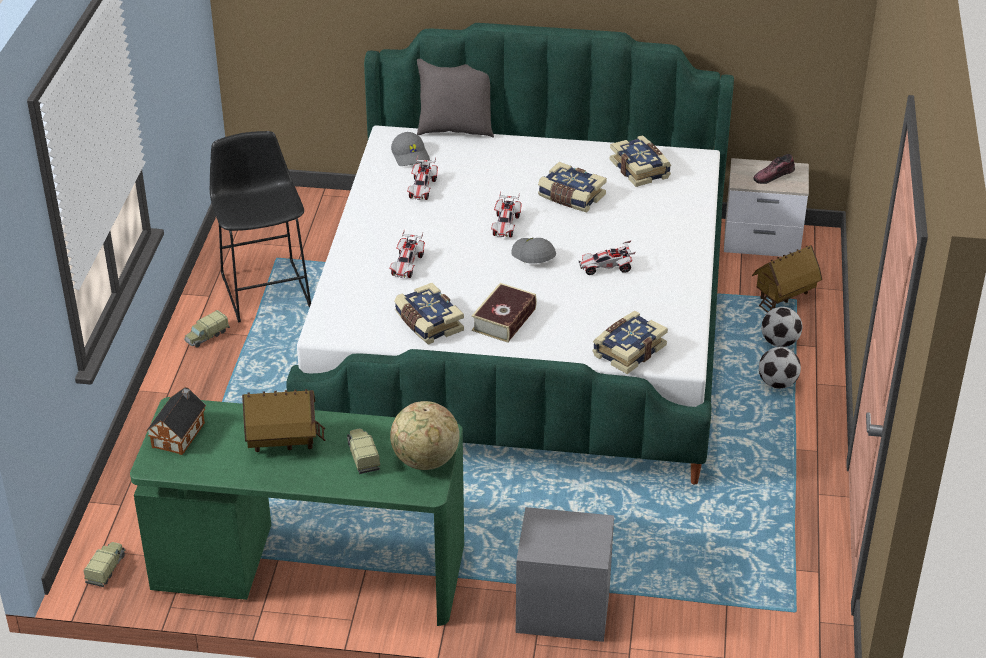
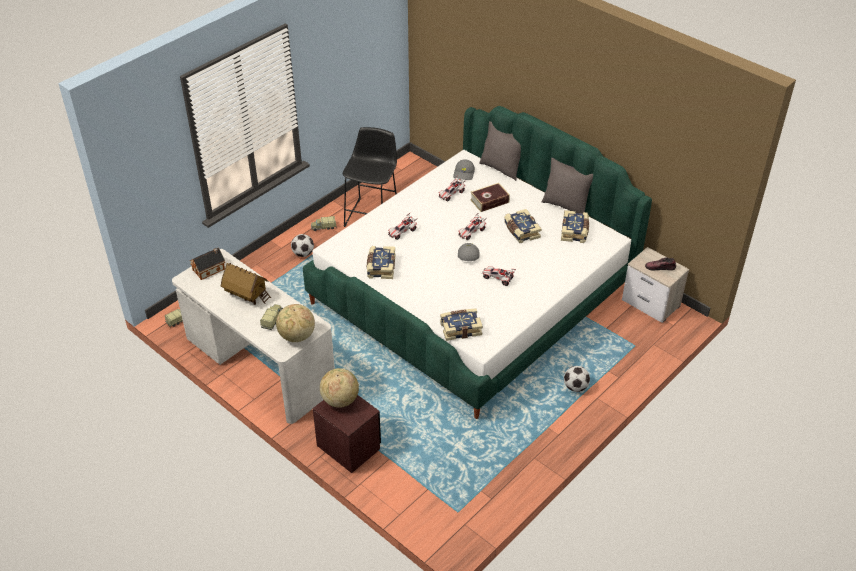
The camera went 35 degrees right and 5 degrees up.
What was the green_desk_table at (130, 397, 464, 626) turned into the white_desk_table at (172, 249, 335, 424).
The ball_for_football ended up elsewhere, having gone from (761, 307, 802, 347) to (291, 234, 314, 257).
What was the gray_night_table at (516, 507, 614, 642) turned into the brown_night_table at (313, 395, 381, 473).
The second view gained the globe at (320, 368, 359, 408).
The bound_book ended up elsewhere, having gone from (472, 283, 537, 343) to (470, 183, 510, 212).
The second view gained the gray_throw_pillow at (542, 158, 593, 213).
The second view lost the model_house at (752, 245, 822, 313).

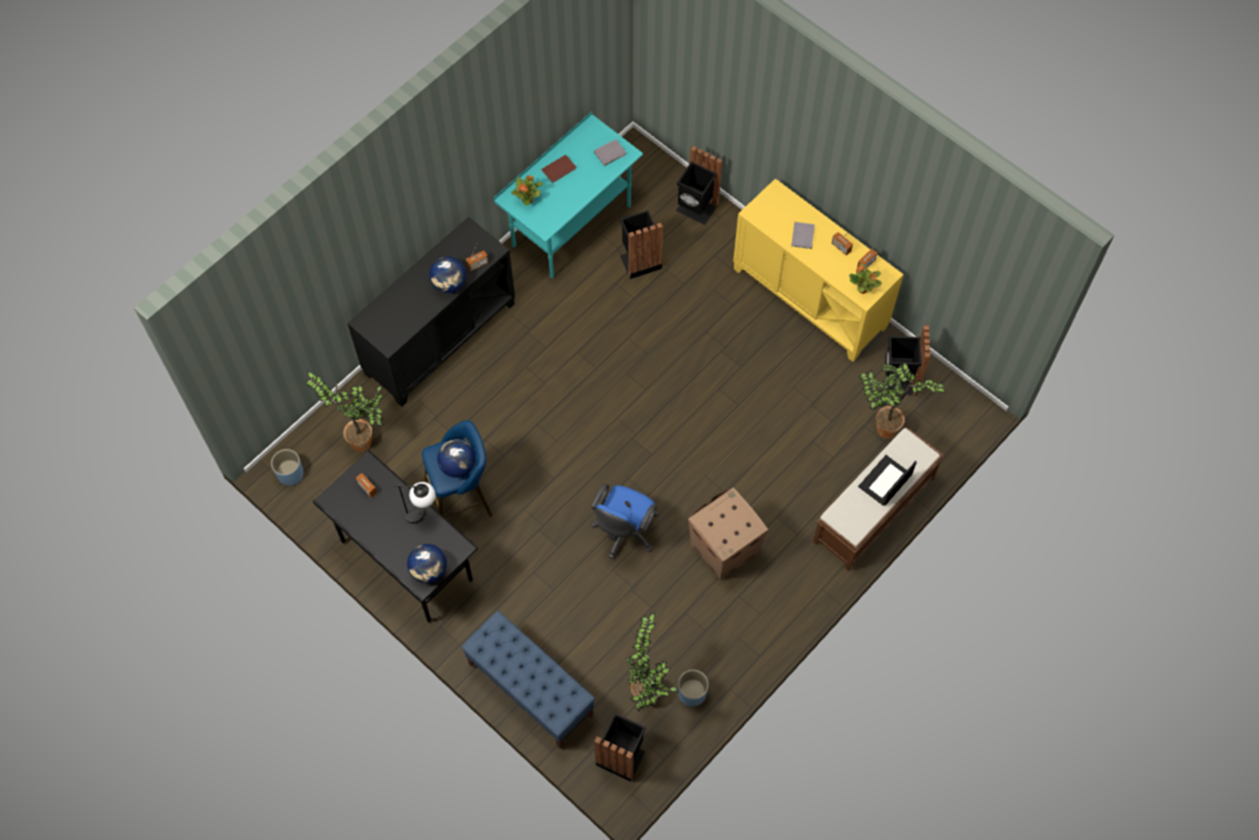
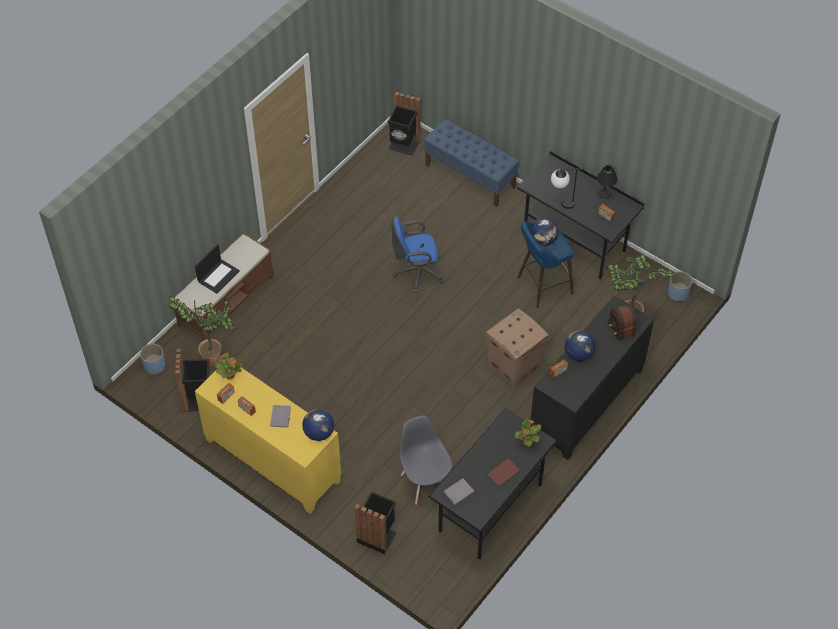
The camera went 175 degrees right and 10 degrees down.
The bluish_flower_pot ended up elsewhere, having gone from (678, 670, 709, 707) to (140, 344, 165, 374).
The globe ended up elsewhere, having gone from (407, 544, 447, 583) to (302, 409, 334, 441).
The bluish_computer_chair at (591, 483, 659, 559) ended up facing another way, 120 degrees counterclockwise from before.
Where the black-coloured_trash_can stood at (620, 210, 663, 279), the gray_plain_chair came to stand at (400, 416, 452, 505).
What was the turquoise-coloured_desk_table at (494, 112, 643, 279) turned into the black-coloured_desk_table at (429, 408, 558, 560).
The carton ended up elsewhere, having gone from (688, 488, 768, 580) to (486, 309, 549, 386).
The second view gained the black-coloured_lamp_for_a_table at (597, 165, 618, 199).
The second view gained the radio at (608, 304, 647, 341).
The second view lost the houseplant at (626, 612, 678, 711).

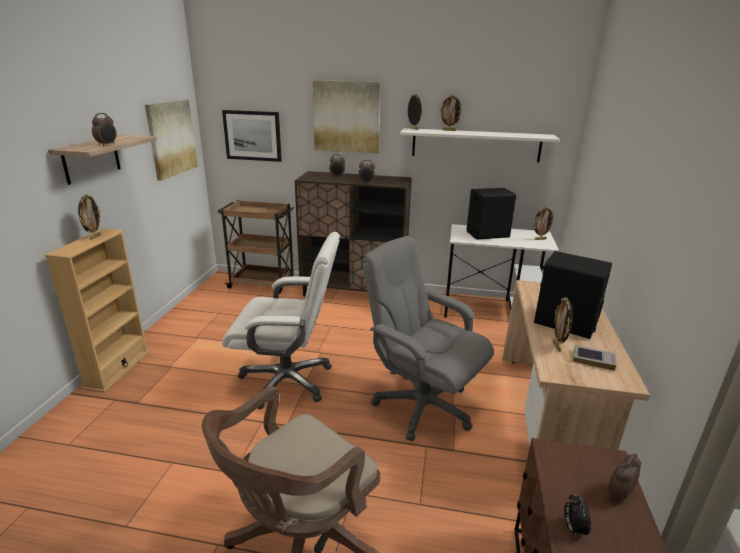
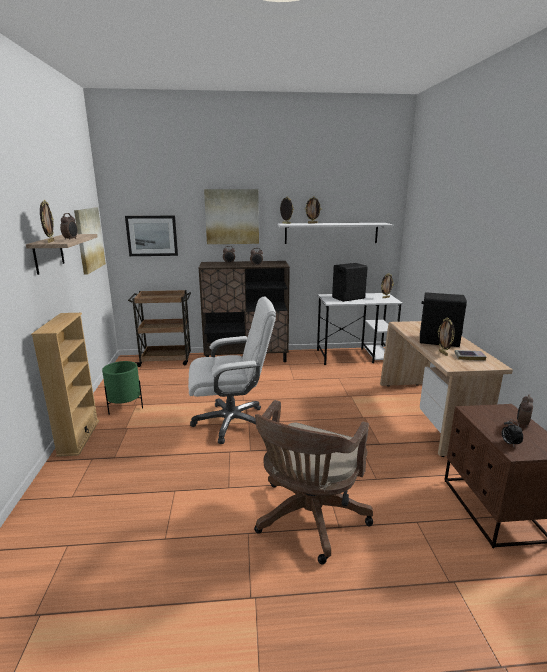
The camera went 15 degrees left and 5 degrees down.
The photo_frame ended up elsewhere, having gone from (78, 194, 101, 240) to (40, 200, 54, 243).
The second view gained the green_flower_pot at (102, 361, 143, 415).
The second view lost the gray_computer_chair at (363, 236, 494, 441).

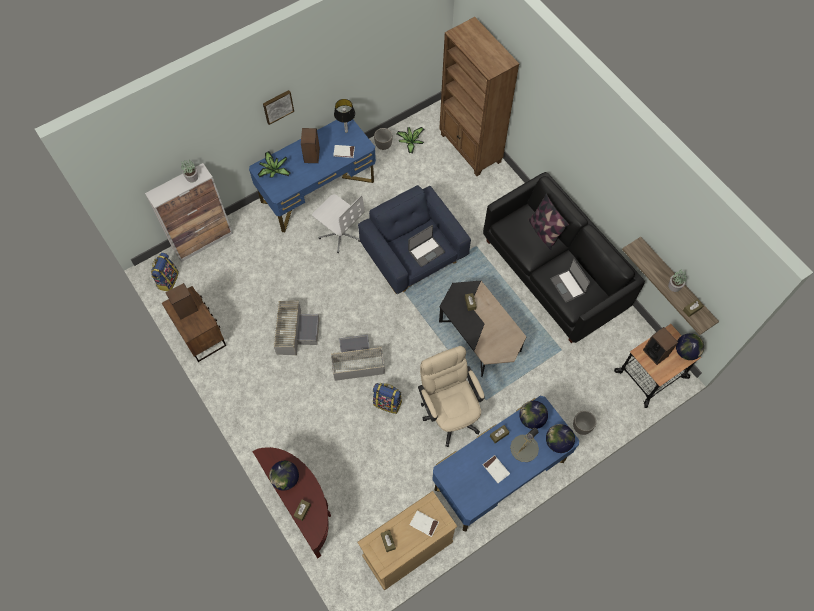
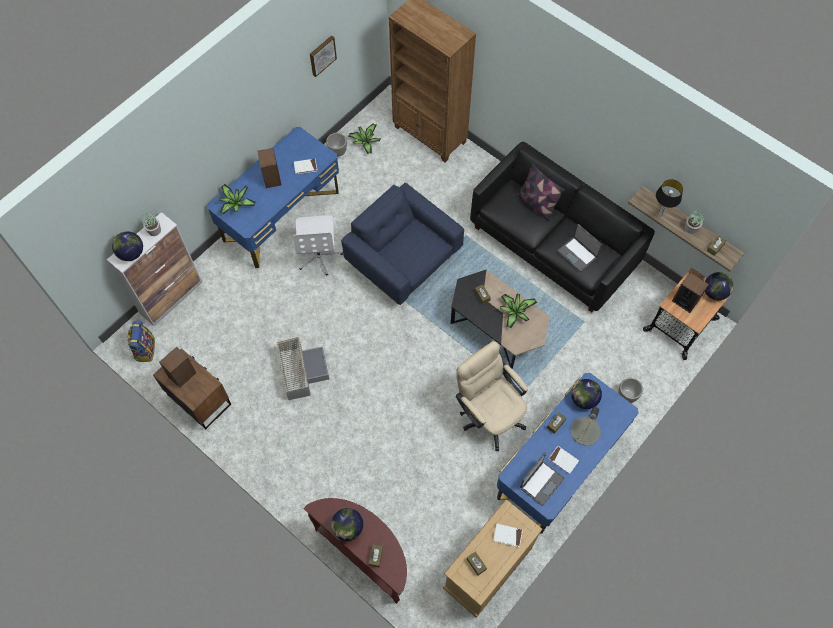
The camera went 15 degrees left and 0 degrees up.
The globe ended up elsewhere, having gone from (546, 424, 575, 453) to (112, 231, 143, 261).
The white_computer_chair at (312, 194, 365, 253) ended up facing another way, 60 degrees clockwise from before.
The wall_picture ended up elsewhere, having gone from (263, 90, 294, 125) to (310, 35, 337, 77).
The second view gained the houseplant at (500, 294, 537, 328).
The portable_computer ended up elsewhere, having gone from (408, 225, 445, 267) to (520, 452, 565, 506).
The lamp_for_a_table ended up elsewhere, having gone from (334, 99, 355, 133) to (656, 179, 683, 216).
The second view lost the gray_storage_bin at (331, 335, 385, 381).
The second view lost the knapsack at (373, 383, 402, 414).

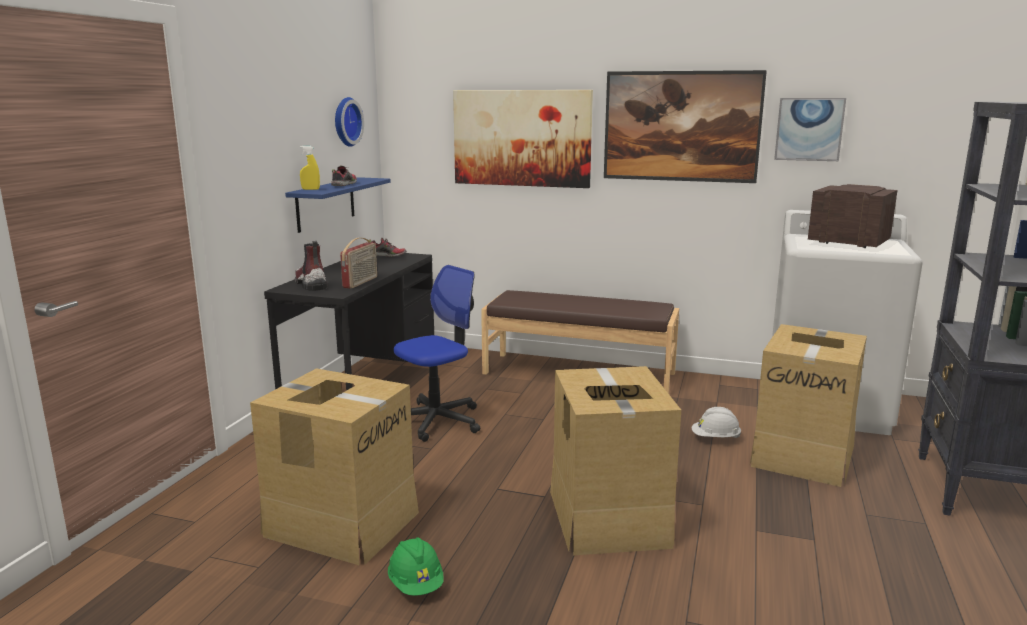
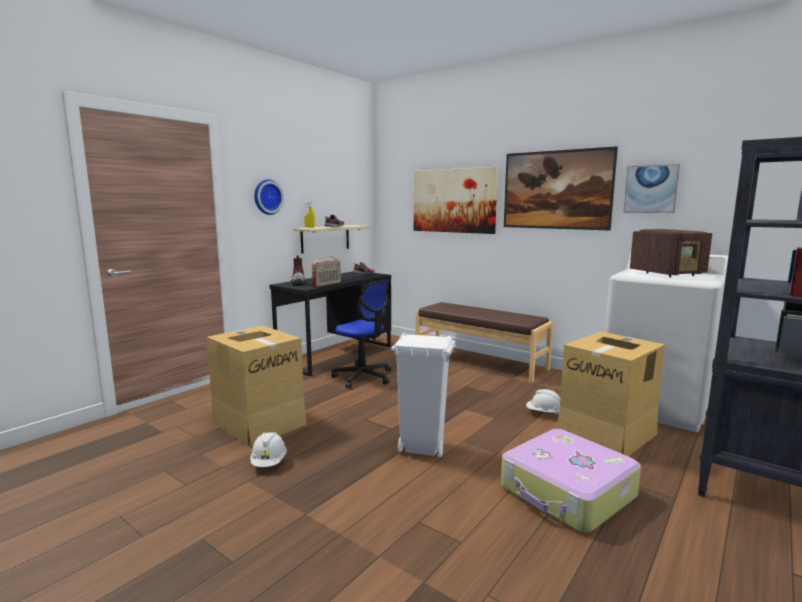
The camera went 20 degrees right and 5 degrees down.
What was the green_hard_hat at (388, 537, 443, 596) turned into the white_hard_hat at (250, 432, 287, 467).
The hanging_clock ended up elsewhere, having gone from (335, 97, 364, 147) to (254, 179, 284, 215).
What was the bluish_wall_shelf at (285, 177, 391, 233) turned into the beige-coloured_wall_shelf at (293, 225, 370, 253).
The computer_chair at (393, 265, 480, 442) ended up facing another way, 60 degrees clockwise from before.
Where the carton stood at (550, 366, 681, 555), the white_trash_can came to stand at (391, 333, 455, 458).
The second view gained the travel_case at (501, 429, 641, 533).
The radio at (808, 184, 898, 248) ended up facing another way, 105 degrees clockwise from before.

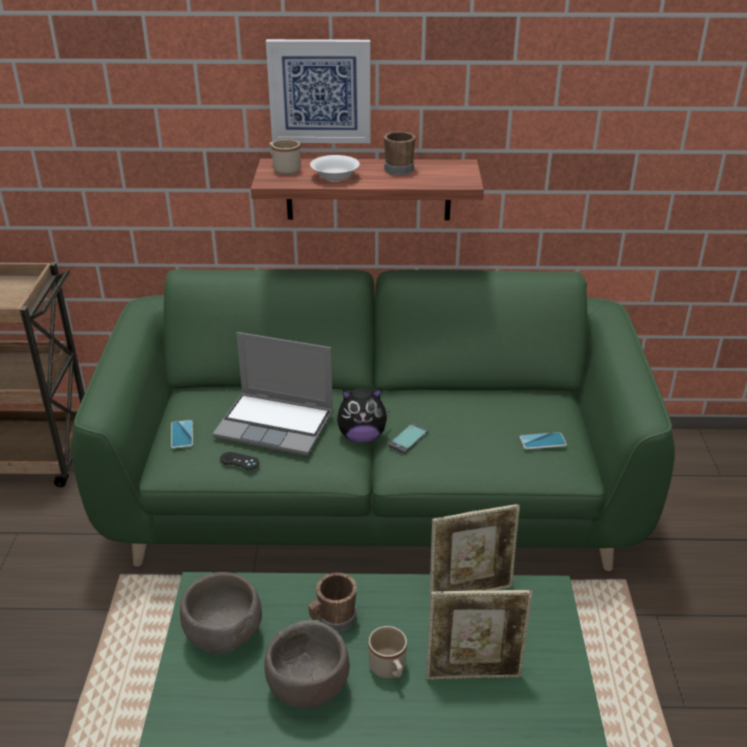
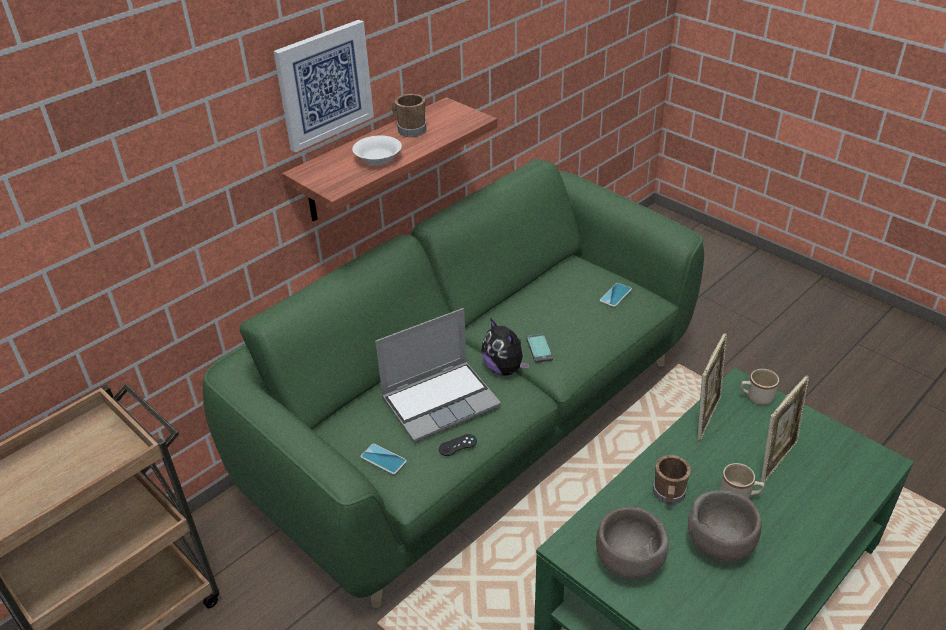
The camera went 45 degrees left and 5 degrees up.
The soft_toy at (337, 388, 390, 442) ended up facing another way, 105 degrees clockwise from before.
The beige-coloured_mug ended up elsewhere, having gone from (269, 139, 301, 175) to (740, 369, 779, 405).

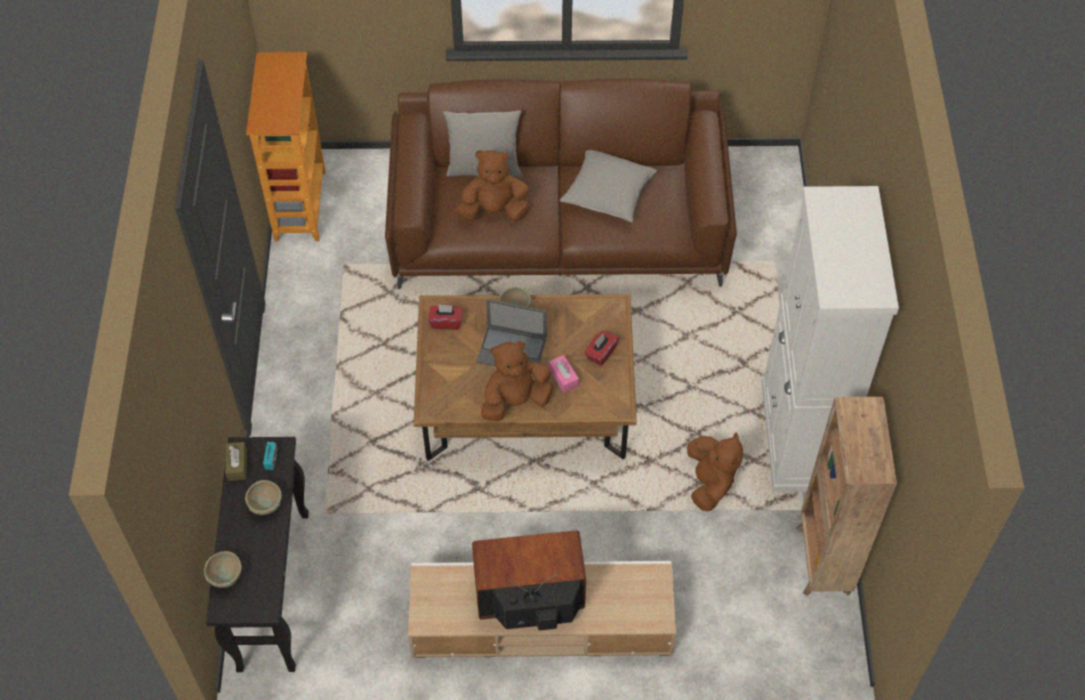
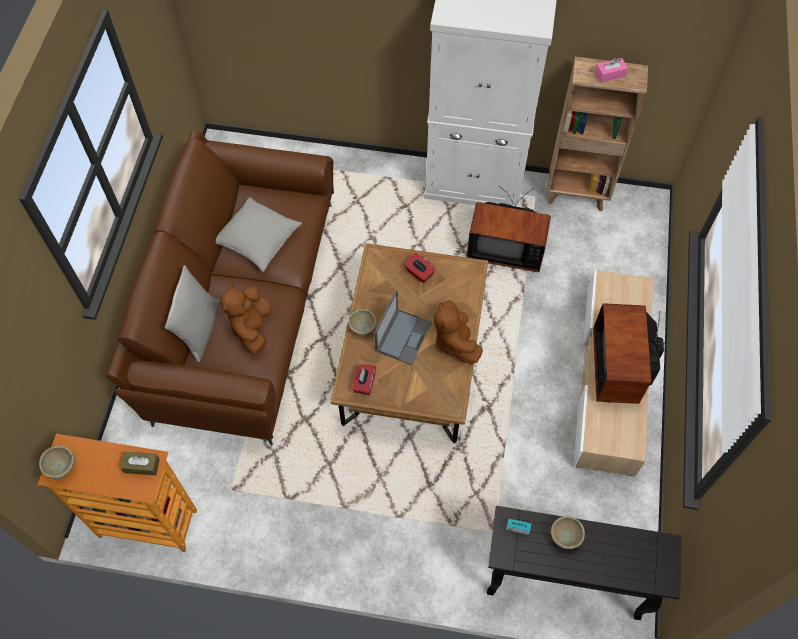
The camera went 80 degrees left and 5 degrees up.
The beige-coloured_deep_dish ended up elsewhere, having gone from (204, 551, 242, 588) to (39, 446, 75, 480).
The brown_box_of_tissues ended up elsewhere, having gone from (225, 442, 247, 481) to (120, 452, 160, 475).
Where the brown_soft_toy stood at (687, 432, 743, 511), the TV_set came to stand at (467, 186, 551, 272).
The pink-coloured_box_of_tissues ended up elsewhere, having gone from (549, 355, 579, 393) to (595, 58, 628, 83).

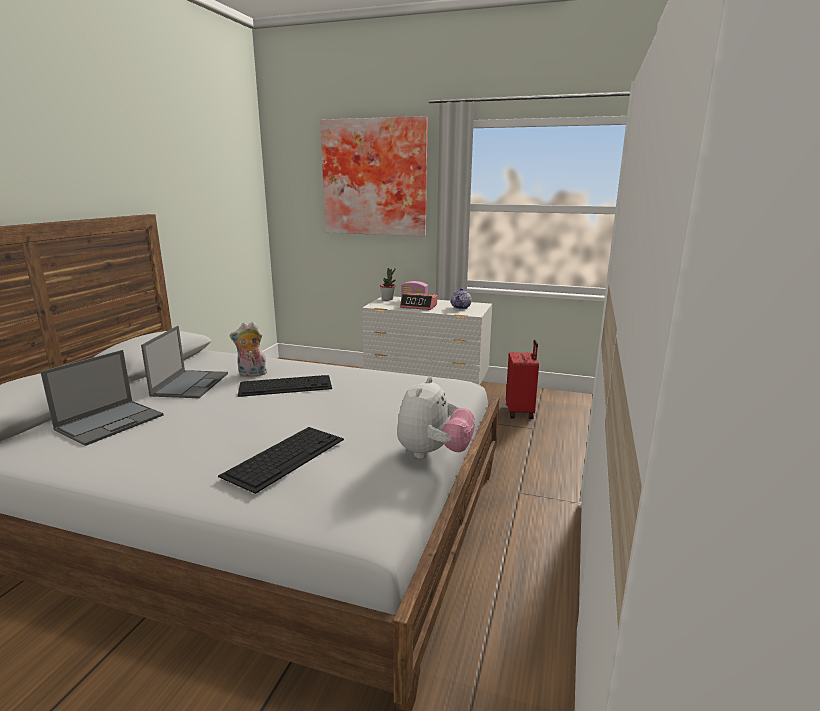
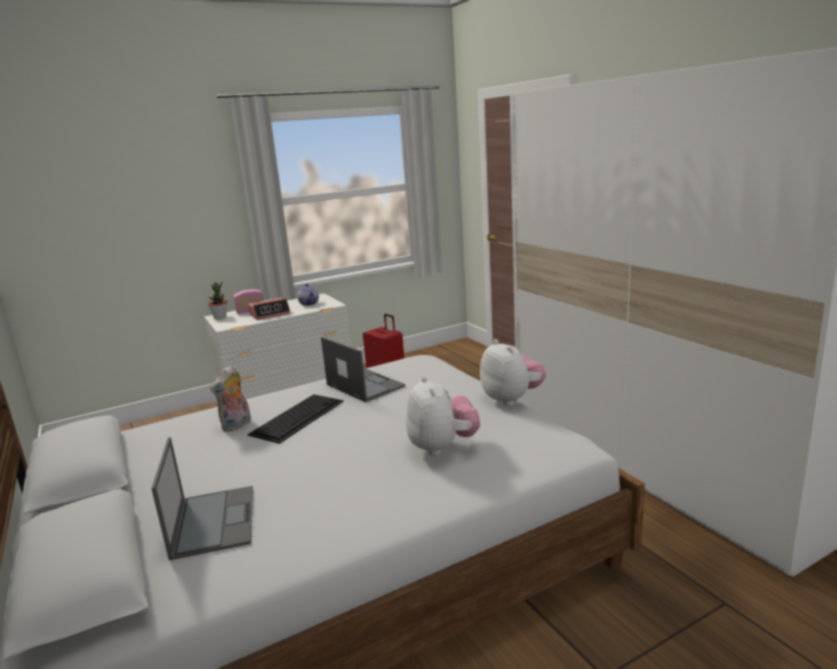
The camera went 45 degrees left and 0 degrees up.
The portable_computer ended up elsewhere, having gone from (141, 326, 228, 398) to (321, 337, 405, 402).
Where the computer_keyboard stood at (218, 427, 344, 494), the soft_toy came to stand at (406, 376, 480, 456).
The second view lost the wall_picture at (320, 116, 428, 236).

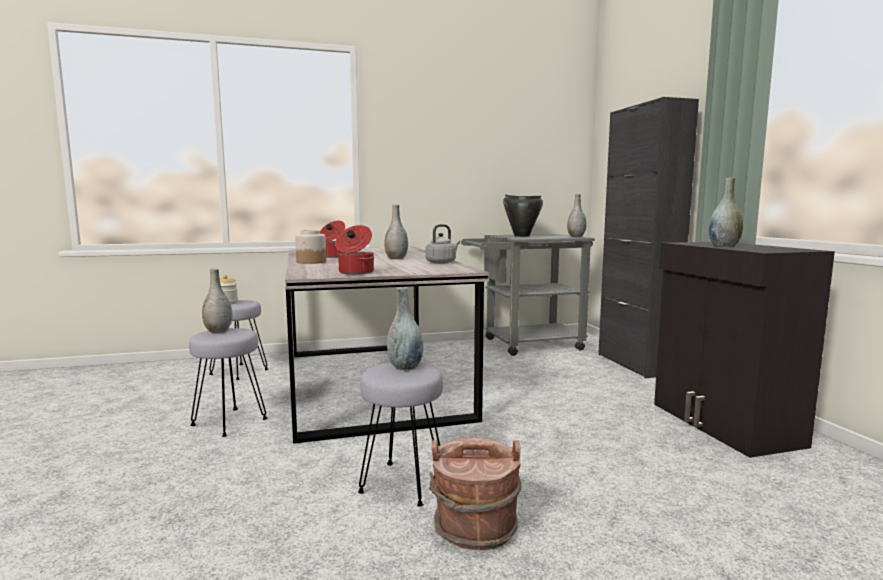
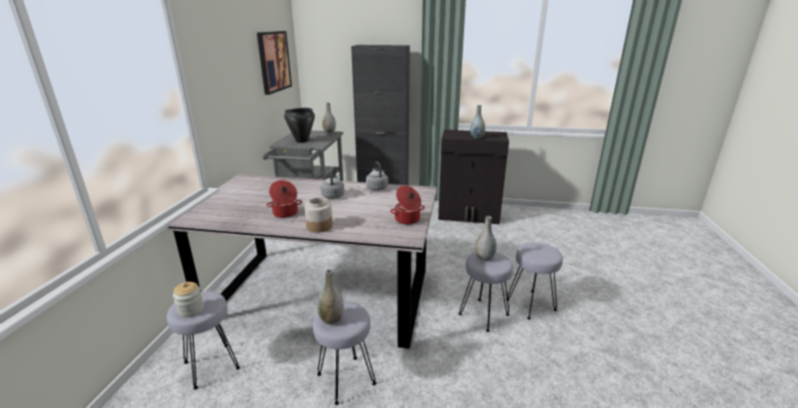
The camera went 65 degrees left and 15 degrees up.
The second view gained the wall_picture at (257, 31, 292, 95).
Where the gray_decorative_vase stood at (384, 205, 408, 259), the gray_water_kettle came to stand at (321, 168, 345, 199).
Where the brown_pail stood at (429, 438, 521, 550), the gray_stool_seat came to stand at (506, 243, 563, 320).

